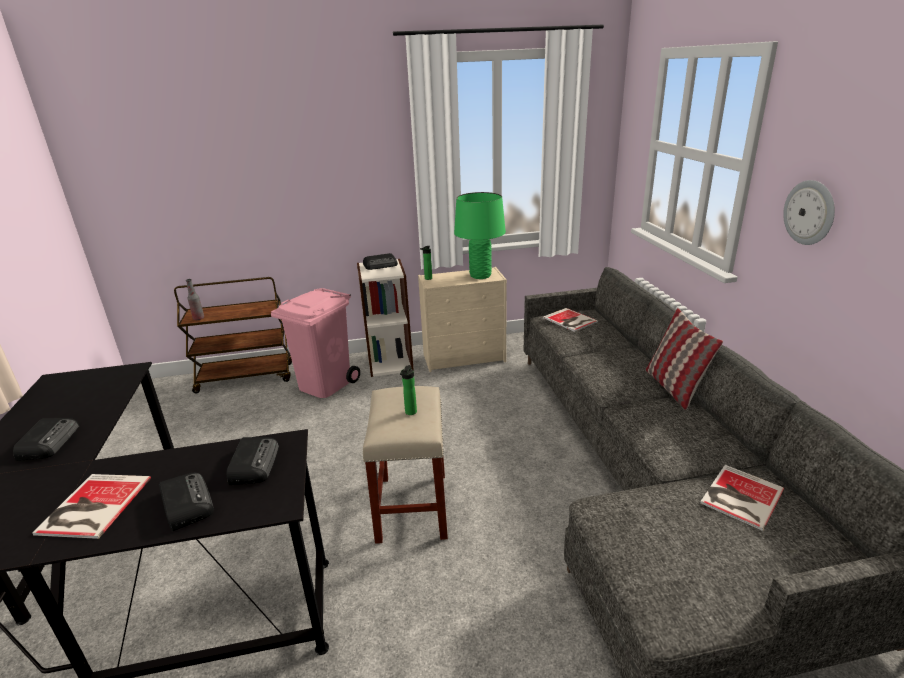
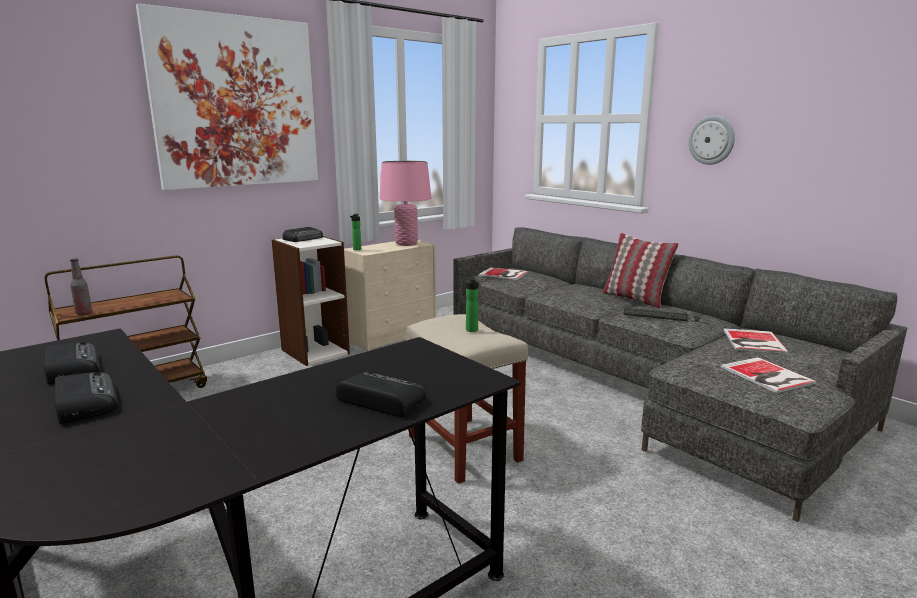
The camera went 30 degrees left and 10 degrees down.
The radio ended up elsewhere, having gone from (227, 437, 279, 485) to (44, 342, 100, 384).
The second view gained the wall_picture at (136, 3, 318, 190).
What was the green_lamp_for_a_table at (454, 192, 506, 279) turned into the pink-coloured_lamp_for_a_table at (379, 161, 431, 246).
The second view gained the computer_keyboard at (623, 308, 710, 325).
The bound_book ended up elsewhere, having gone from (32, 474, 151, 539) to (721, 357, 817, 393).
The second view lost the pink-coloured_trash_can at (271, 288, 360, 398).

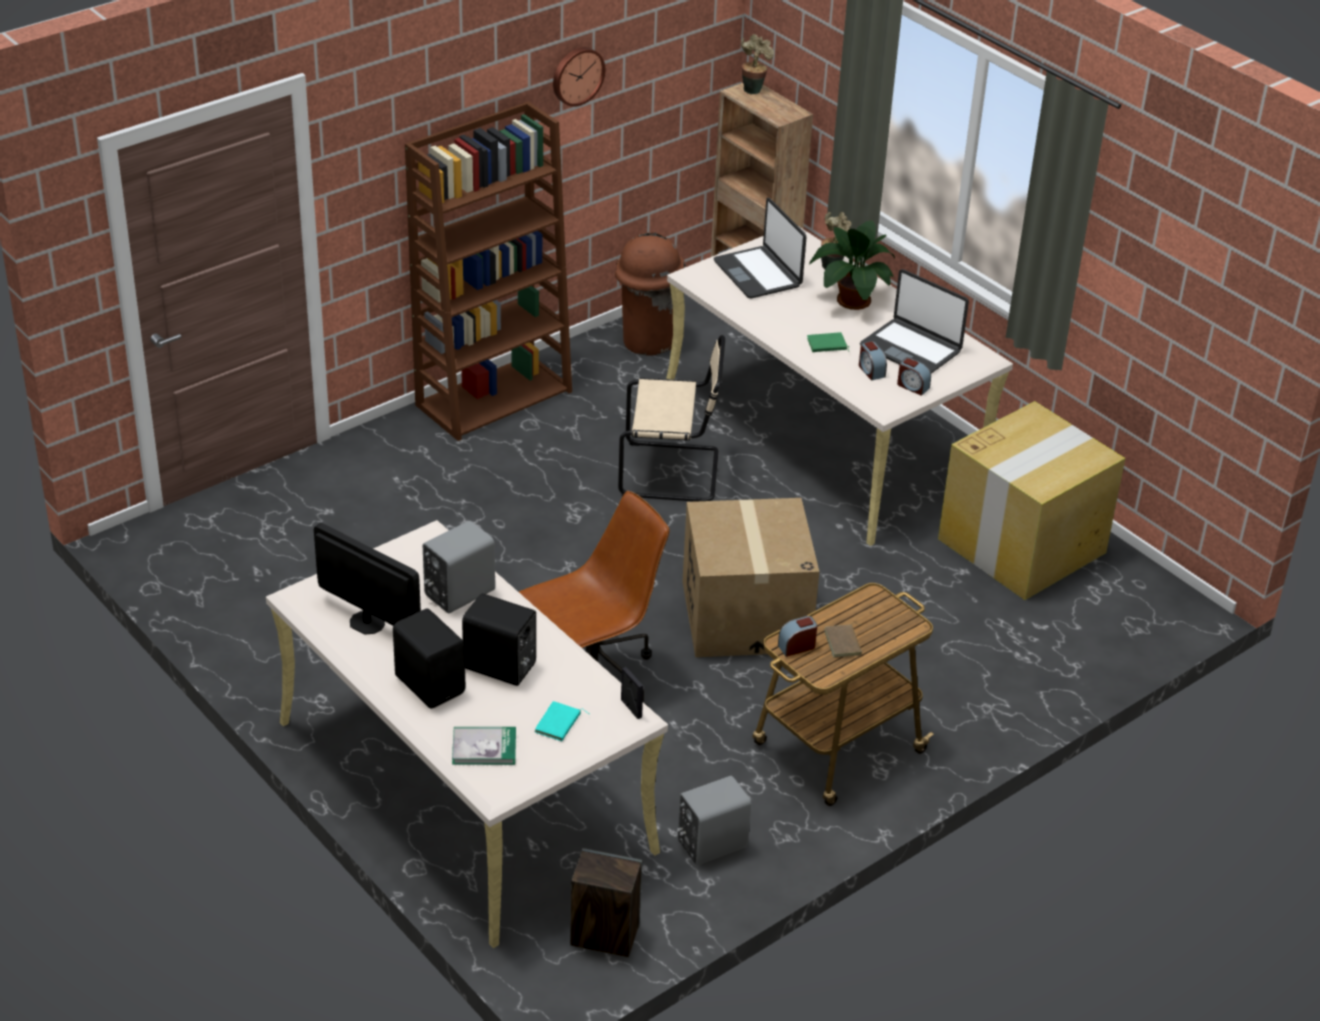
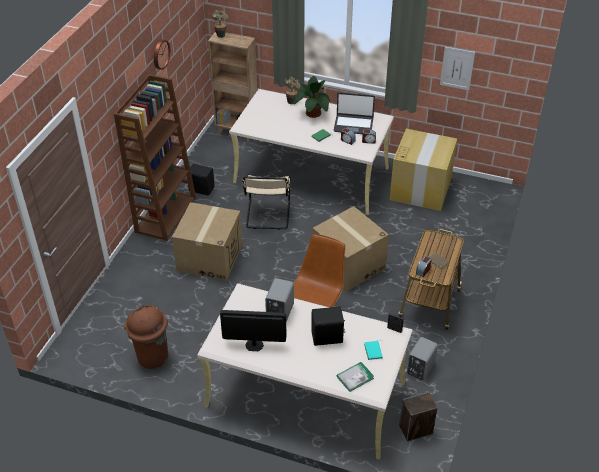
The camera went 30 degrees left and 5 degrees up.
The brown_trash_can ended up elsewhere, having gone from (615, 232, 686, 355) to (124, 305, 168, 369).
The second view gained the carton at (172, 202, 242, 281).
The black-coloured_audio_speaker ended up elsewhere, having gone from (393, 609, 465, 708) to (188, 164, 214, 196).
The beige-coloured_plain_chair at (618, 335, 725, 502) ended up facing another way, 120 degrees clockwise from before.
The second view gained the wall_picture at (440, 47, 475, 90).
The second view lost the portable_computer at (714, 198, 807, 298).

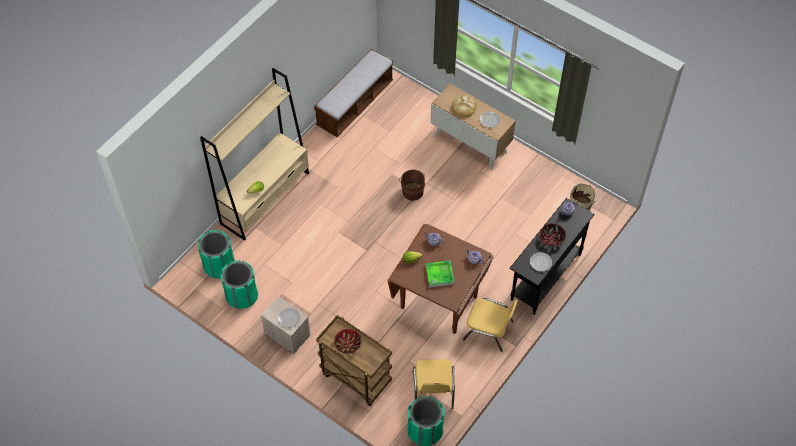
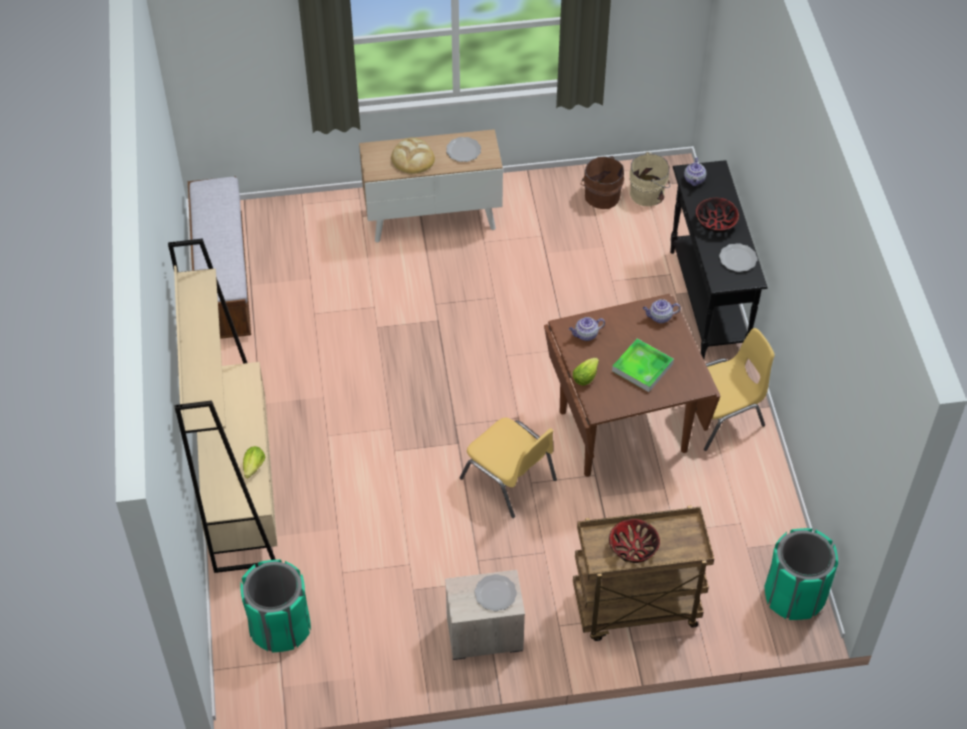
The camera went 45 degrees left and 5 degrees down.
The yellow_plain_chair ended up elsewhere, having gone from (413, 359, 455, 409) to (460, 417, 557, 518).
The brown_pail ended up elsewhere, having gone from (399, 170, 425, 201) to (580, 156, 624, 209).
The second view lost the green_trash_can at (220, 260, 258, 309).

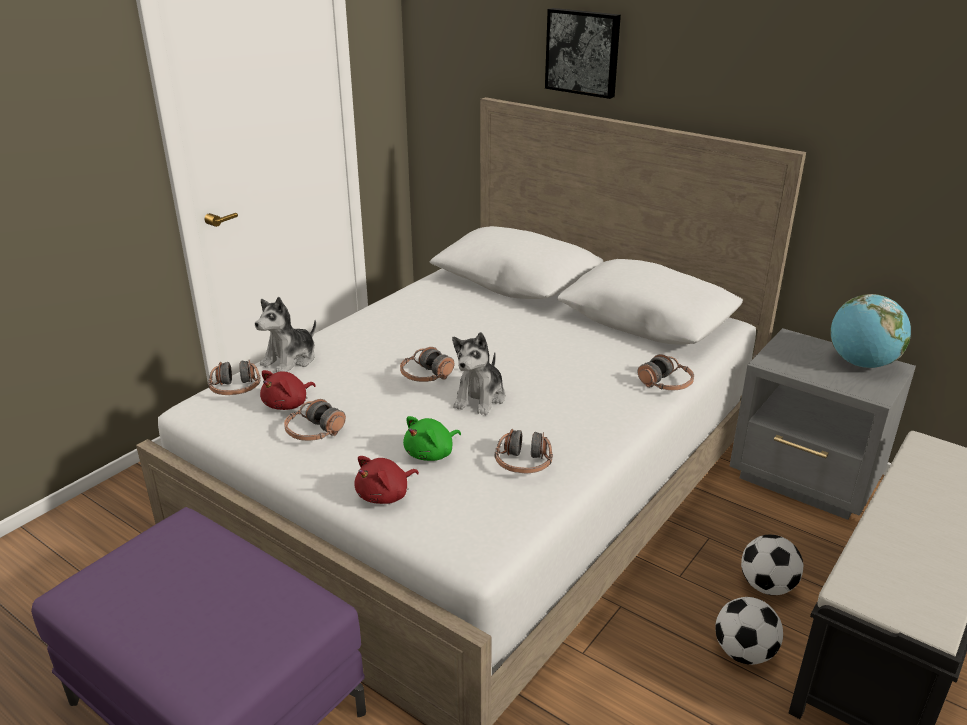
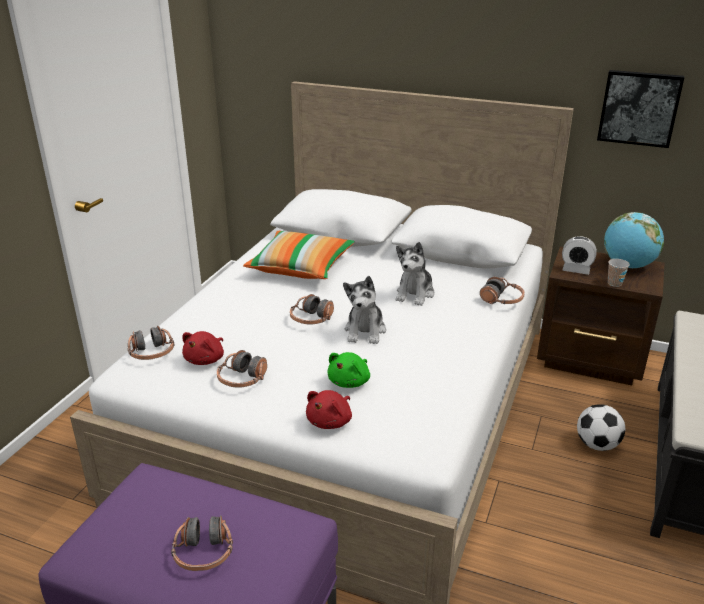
The camera went 15 degrees left and 0 degrees up.
The headphones ended up elsewhere, having gone from (495, 429, 553, 473) to (171, 515, 233, 571).
The second view gained the throw_pillow at (243, 231, 355, 279).
The soft_toy ended up elsewhere, having gone from (255, 297, 316, 372) to (396, 242, 434, 306).
What was the gray_night_table at (730, 328, 916, 520) turned into the brown_night_table at (537, 246, 665, 385).
The second view gained the table_clock at (562, 236, 597, 275).
The wall_picture ended up elsewhere, having gone from (545, 8, 621, 99) to (597, 70, 684, 148).
The second view gained the small_cup at (608, 259, 630, 287).
The second view lost the ball_for_football at (715, 597, 783, 665).

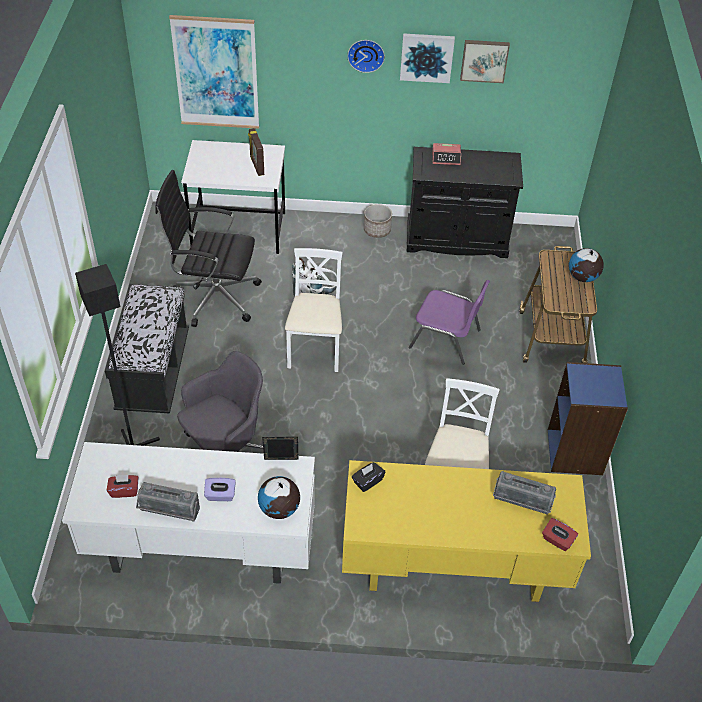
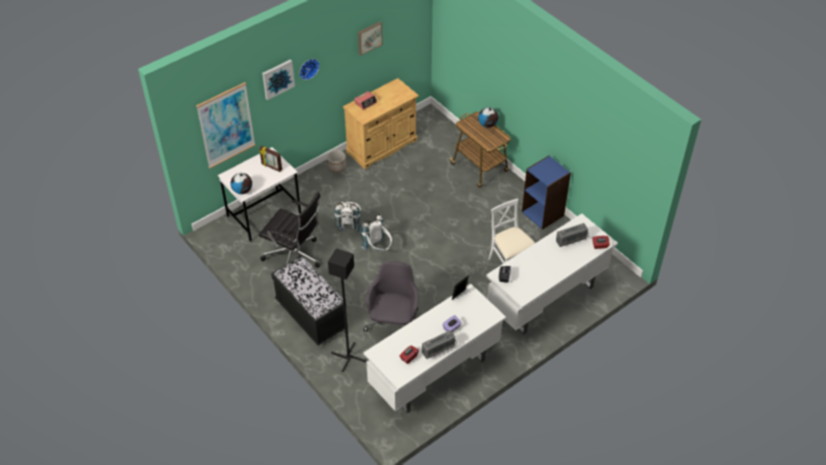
The camera went 40 degrees left and 0 degrees up.
The globe ended up elsewhere, having gone from (258, 476, 300, 519) to (230, 173, 252, 194).
The black-coloured_computer_chair at (155, 170, 262, 327) ended up facing another way, 120 degrees counterclockwise from before.
The wall_picture ended up elsewhere, having gone from (400, 33, 455, 83) to (262, 59, 295, 100).
What was the black-coloured_storage_cabinet at (407, 147, 523, 258) turned into the beige-coloured_storage_cabinet at (343, 78, 419, 169).
Where the white_plain_chair stood at (285, 248, 342, 372), the white_knapsack came to stand at (361, 214, 392, 251).
What was the yellow_desk_table at (342, 460, 591, 602) turned into the white_desk_table at (486, 214, 618, 334).
The second view lost the purple-coloured_plain_chair at (409, 280, 490, 365).

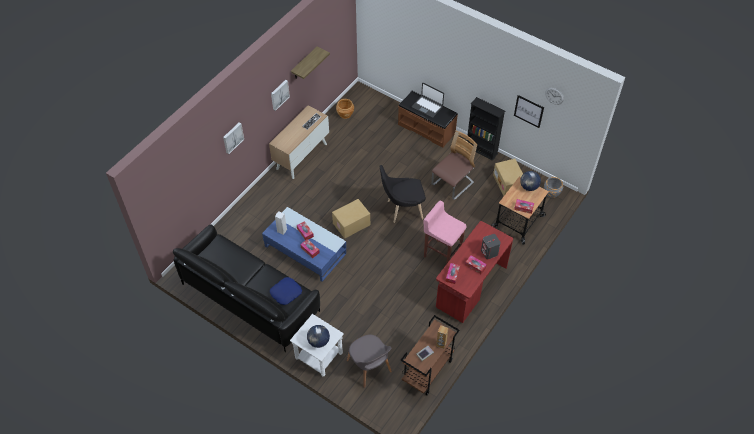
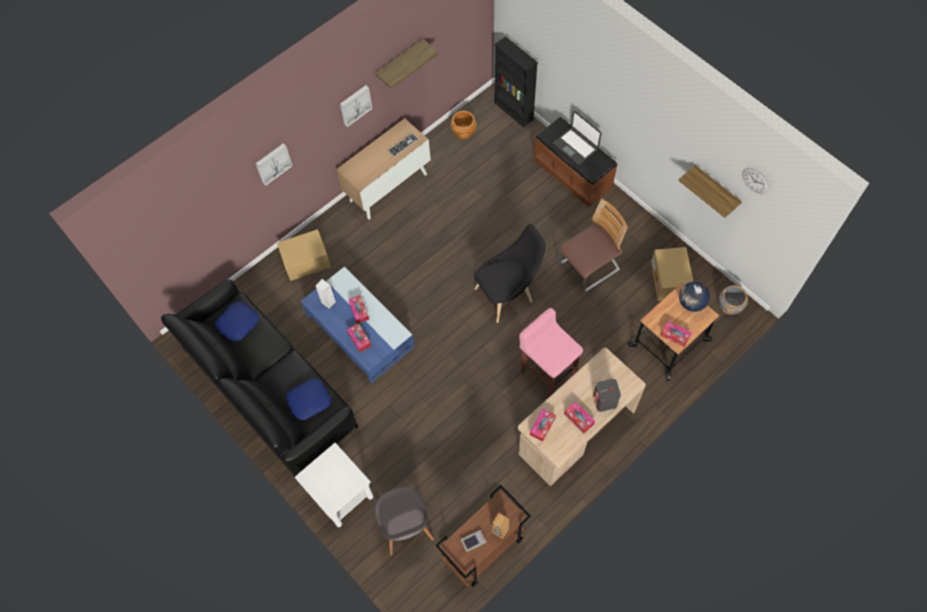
The camera went 15 degrees right and 10 degrees up.
The second view gained the bluish_throw_pillow at (215, 302, 259, 341).
The carton ended up elsewhere, having gone from (332, 199, 370, 239) to (277, 229, 331, 281).
The black-coloured_plain_chair at (379, 165, 426, 223) ended up facing another way, 150 degrees clockwise from before.
The black-coloured_bookshelf ended up elsewhere, having gone from (467, 97, 505, 161) to (494, 36, 538, 128).
What was the red_desk_table at (436, 221, 513, 323) turned into the beige-coloured_desk_table at (518, 348, 646, 486).
Where the wall_picture hung at (514, 95, 544, 128), the wall_shelf came to hang at (678, 165, 742, 218).
The second view lost the globe at (307, 325, 330, 348).

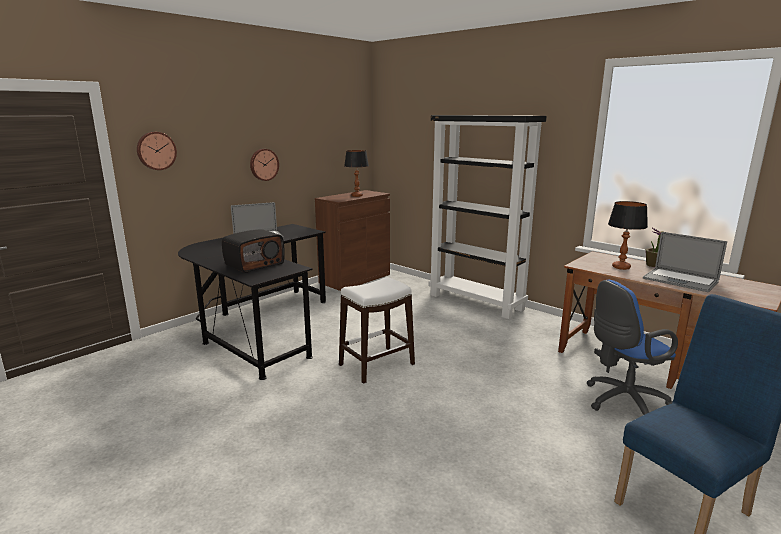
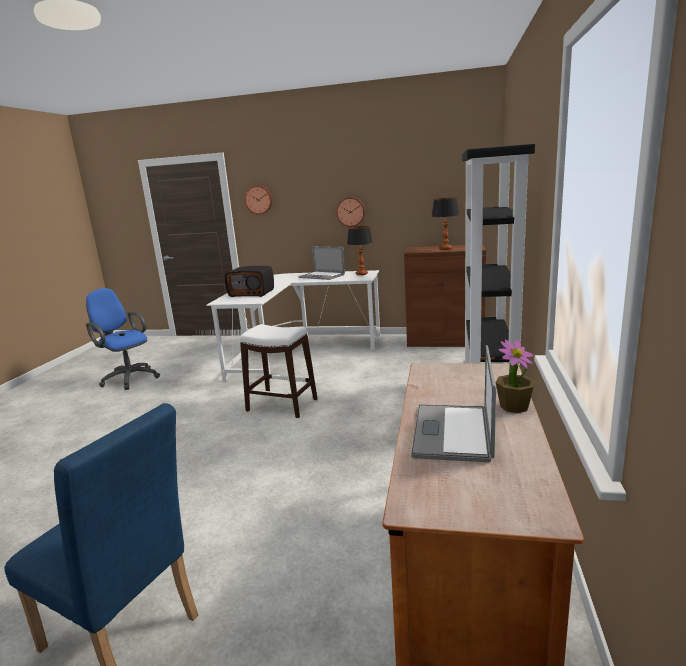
The camera went 60 degrees right and 0 degrees up.
The bluish_computer_chair ended up elsewhere, having gone from (586, 280, 678, 415) to (86, 288, 160, 390).
What was the black-coloured_desk_table at (178, 224, 326, 380) turned into the white_desk_table at (206, 270, 381, 382).
The lamp_for_a_table ended up elsewhere, having gone from (608, 201, 648, 270) to (347, 226, 373, 275).

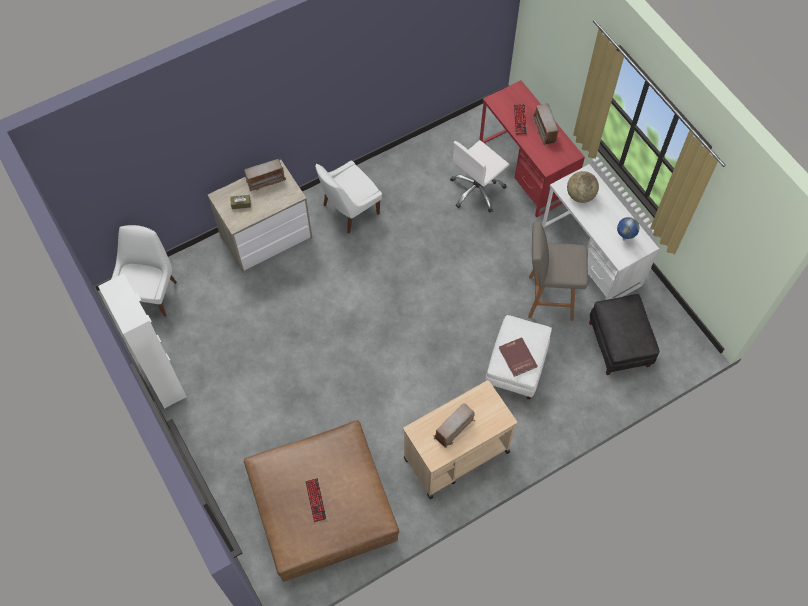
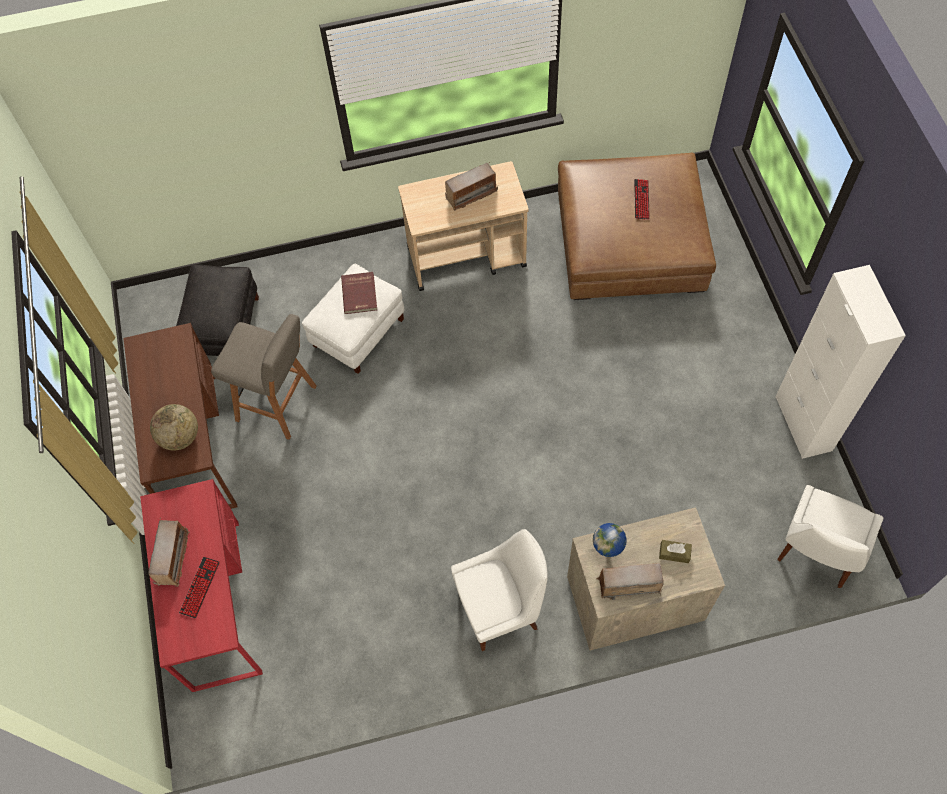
The camera went 160 degrees left and 0 degrees up.
What was the white_desk_table at (542, 164, 659, 300) turned into the brown_desk_table at (123, 323, 237, 509).
The globe ended up elsewhere, having gone from (617, 217, 639, 241) to (593, 523, 627, 557).
The second view lost the white_computer_chair at (450, 140, 509, 213).

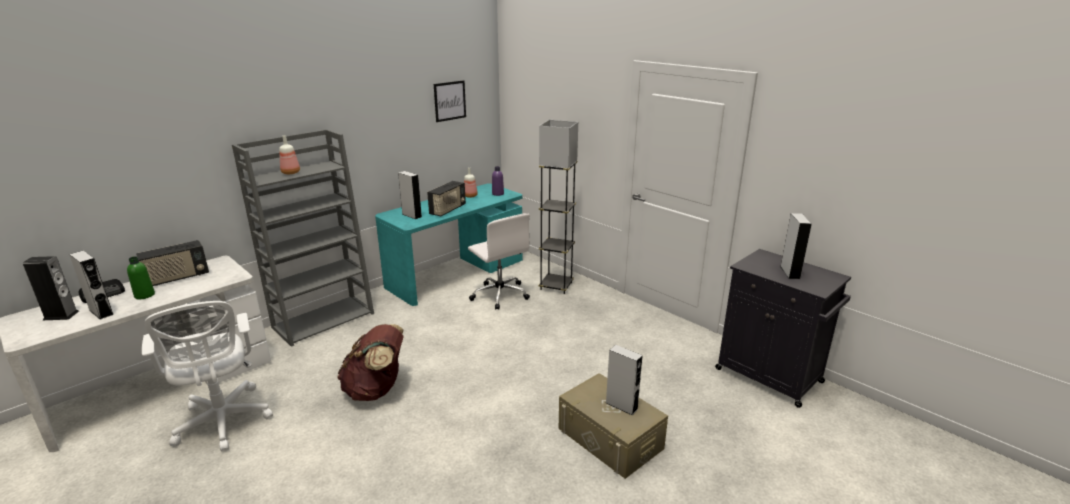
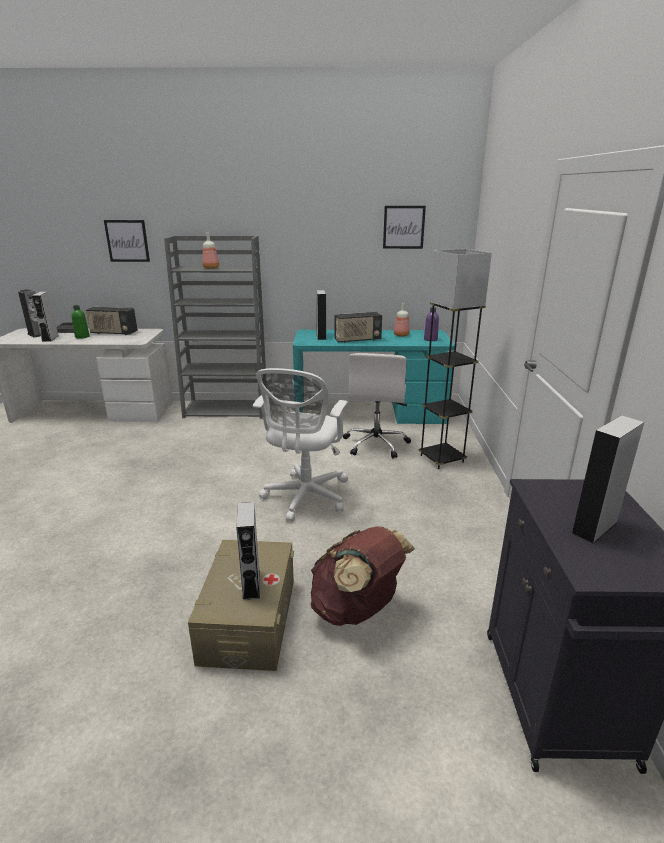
The camera went 45 degrees right and 0 degrees up.
The second view gained the wall_picture at (104, 220, 150, 262).
The white_computer_chair ended up elsewhere, having gone from (142, 301, 273, 452) to (253, 368, 348, 522).
The brown_knapsack ended up elsewhere, having gone from (337, 324, 404, 401) to (311, 526, 415, 626).

